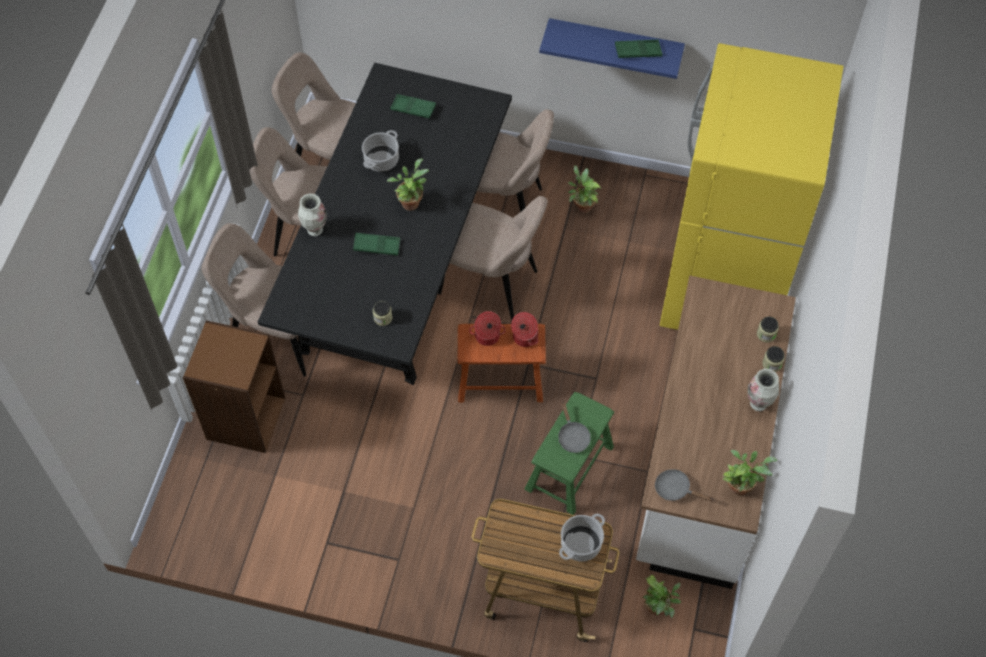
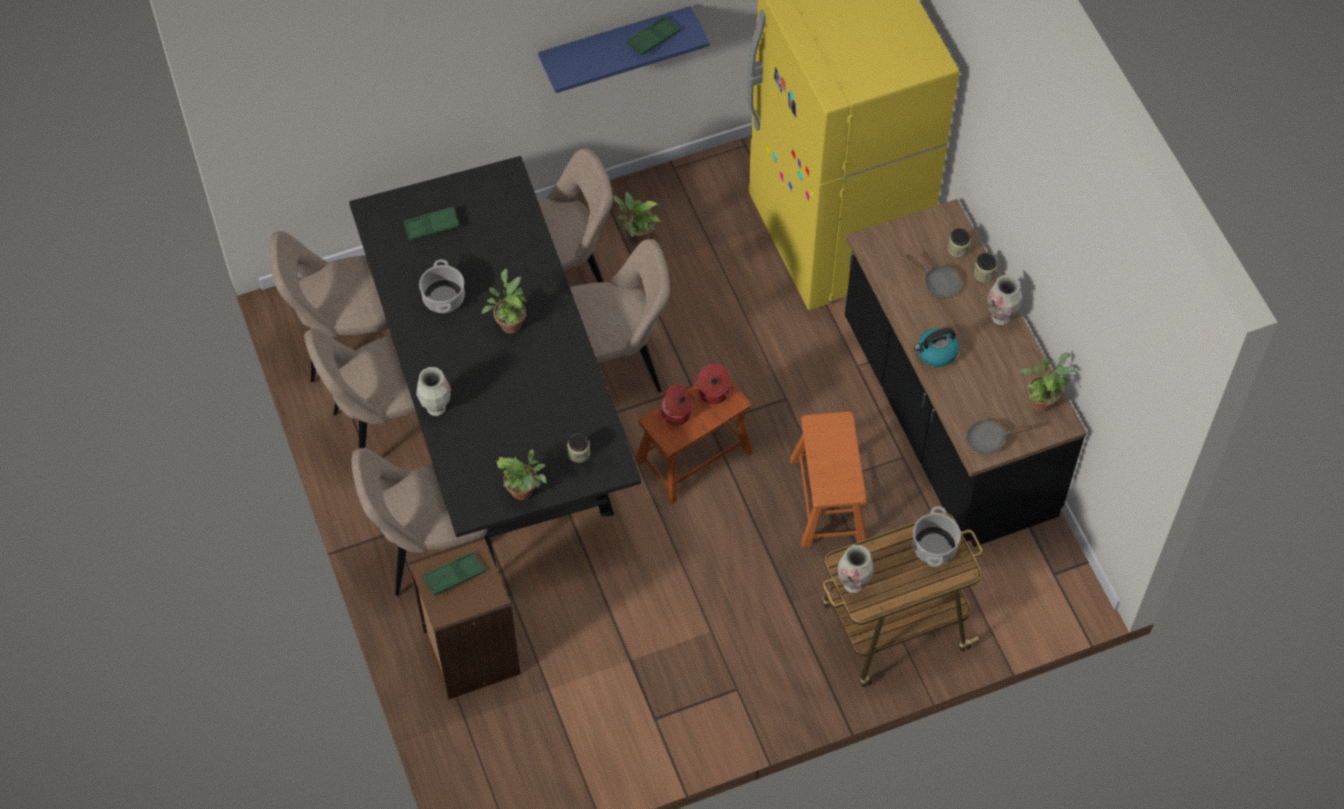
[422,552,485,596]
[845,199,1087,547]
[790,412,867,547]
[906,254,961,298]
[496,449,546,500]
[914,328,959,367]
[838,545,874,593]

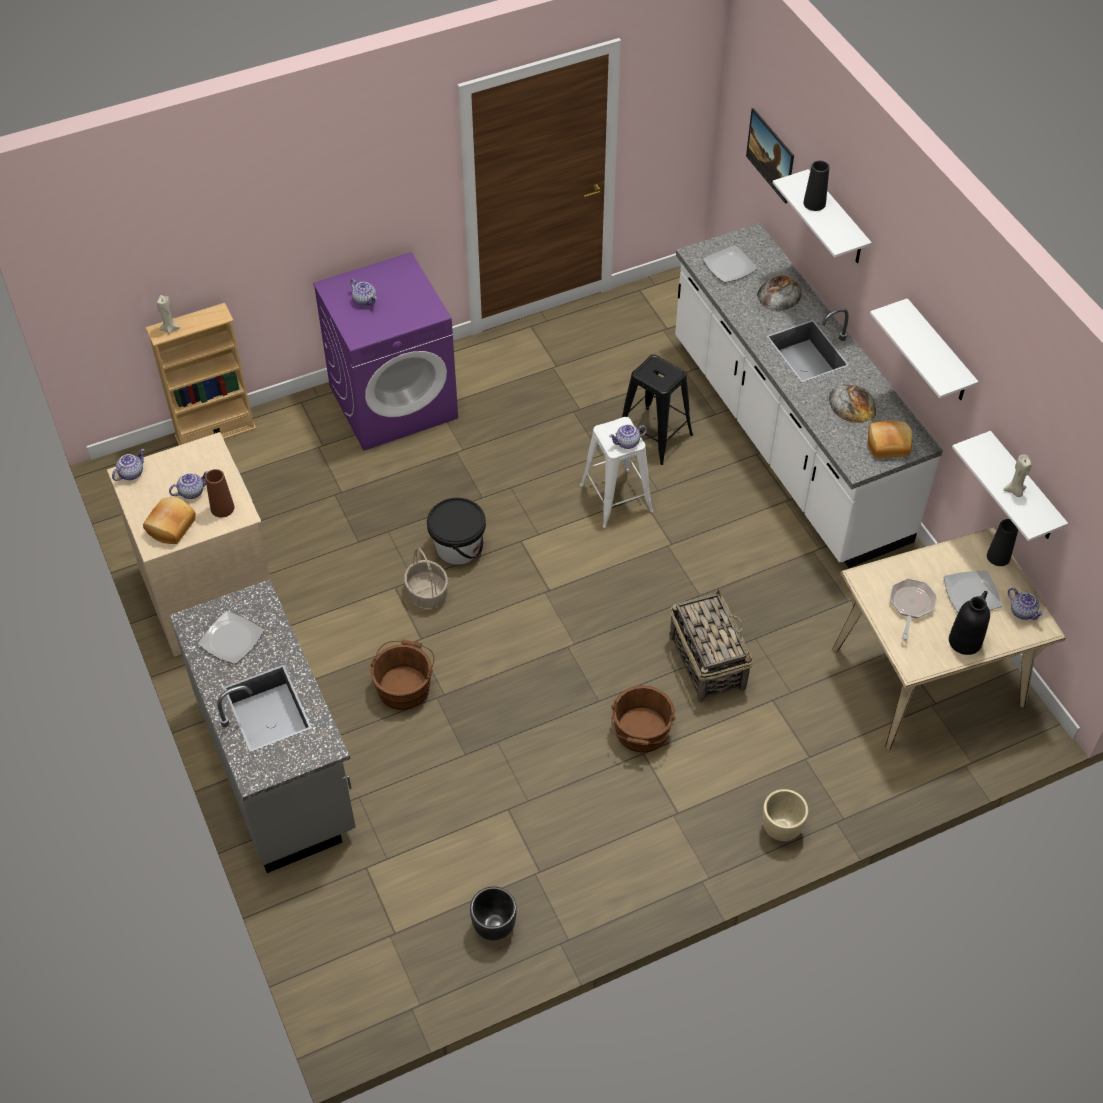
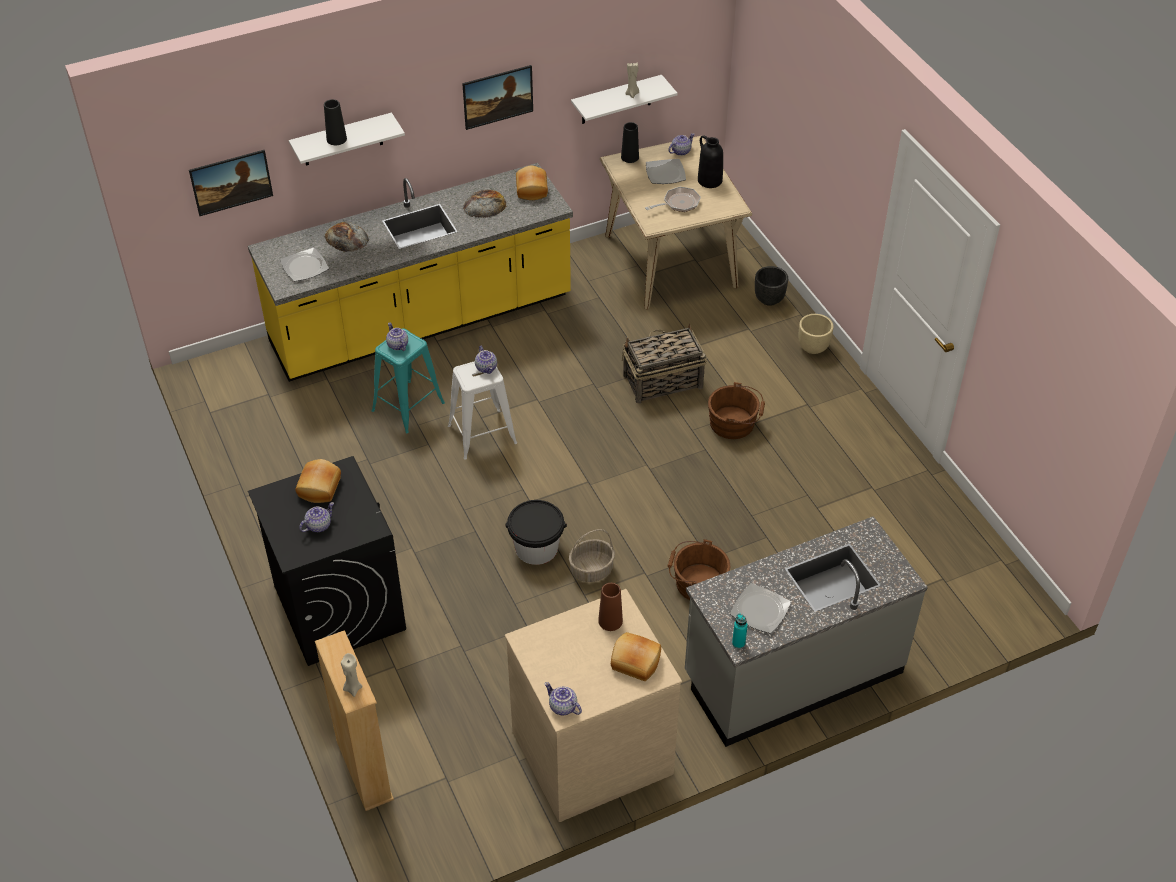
[248,163,573,382]
[248,456,406,666]
[462,65,533,130]
[372,328,445,434]
[386,323,408,351]
[645,187,701,212]
[755,266,788,306]
[295,459,341,503]
[732,613,748,649]

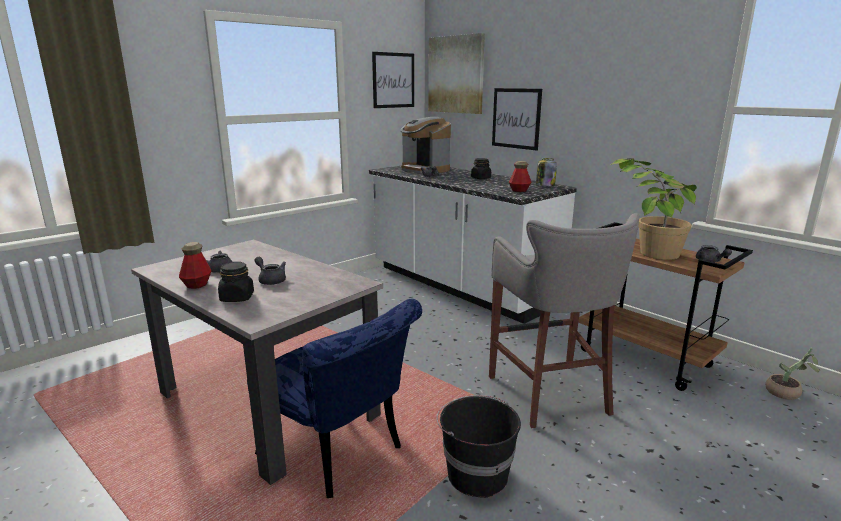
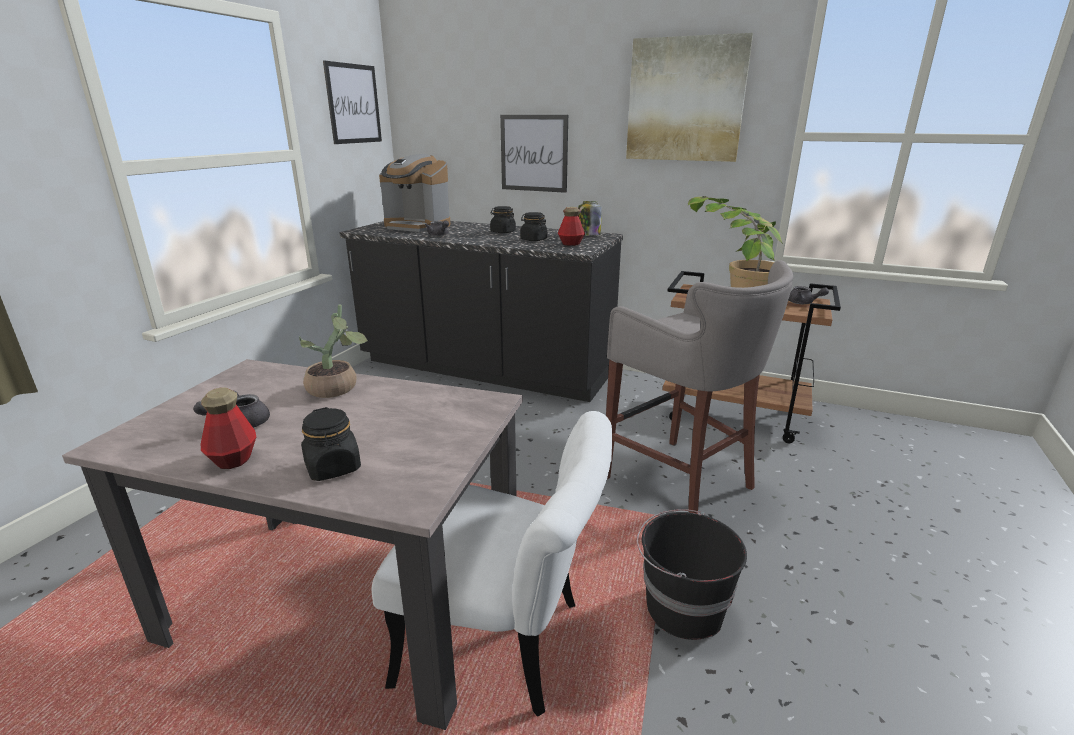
[626,33,753,162]
[340,221,623,402]
[255,257,286,285] (first image)
[371,411,612,717]
[299,304,369,398]
[520,212,547,241]

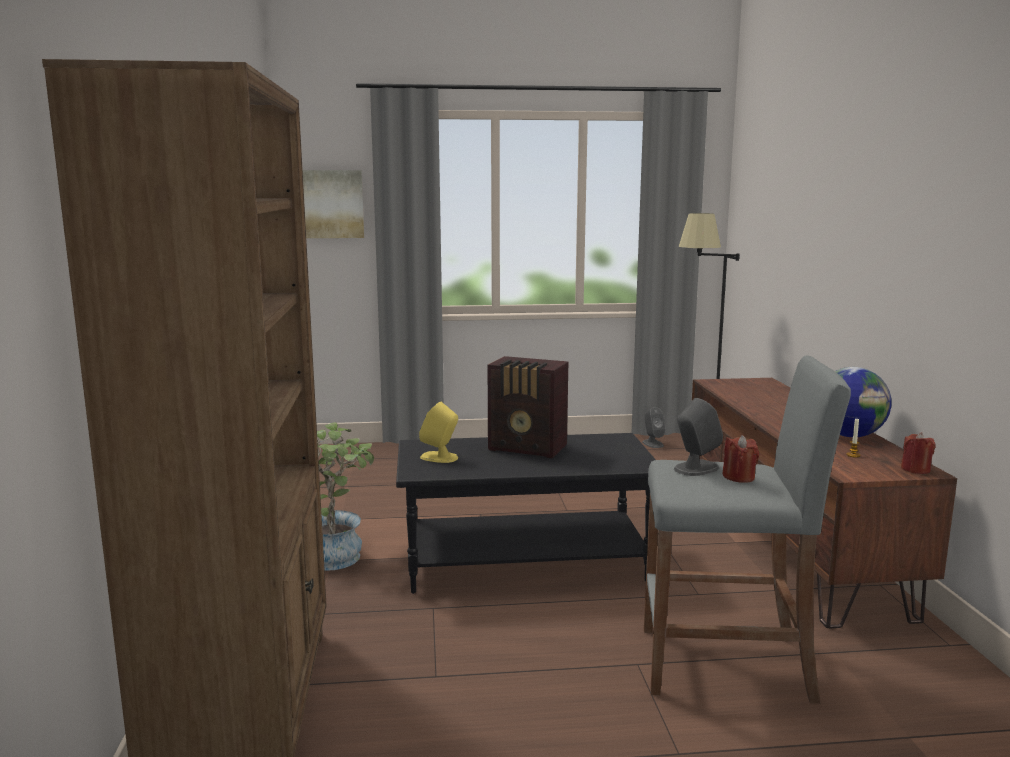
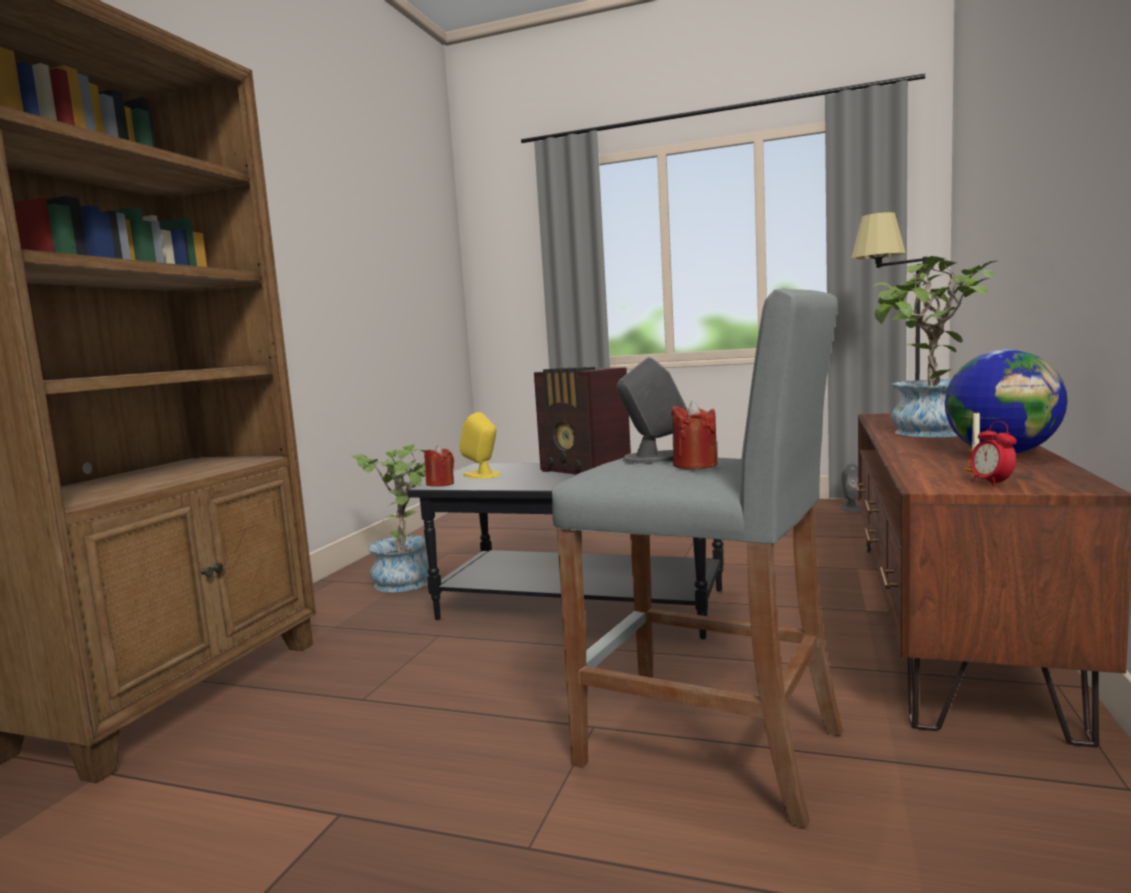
[303,170,364,238] (first image)
[424,445,454,487]
[873,256,996,437]
[970,421,1017,487]

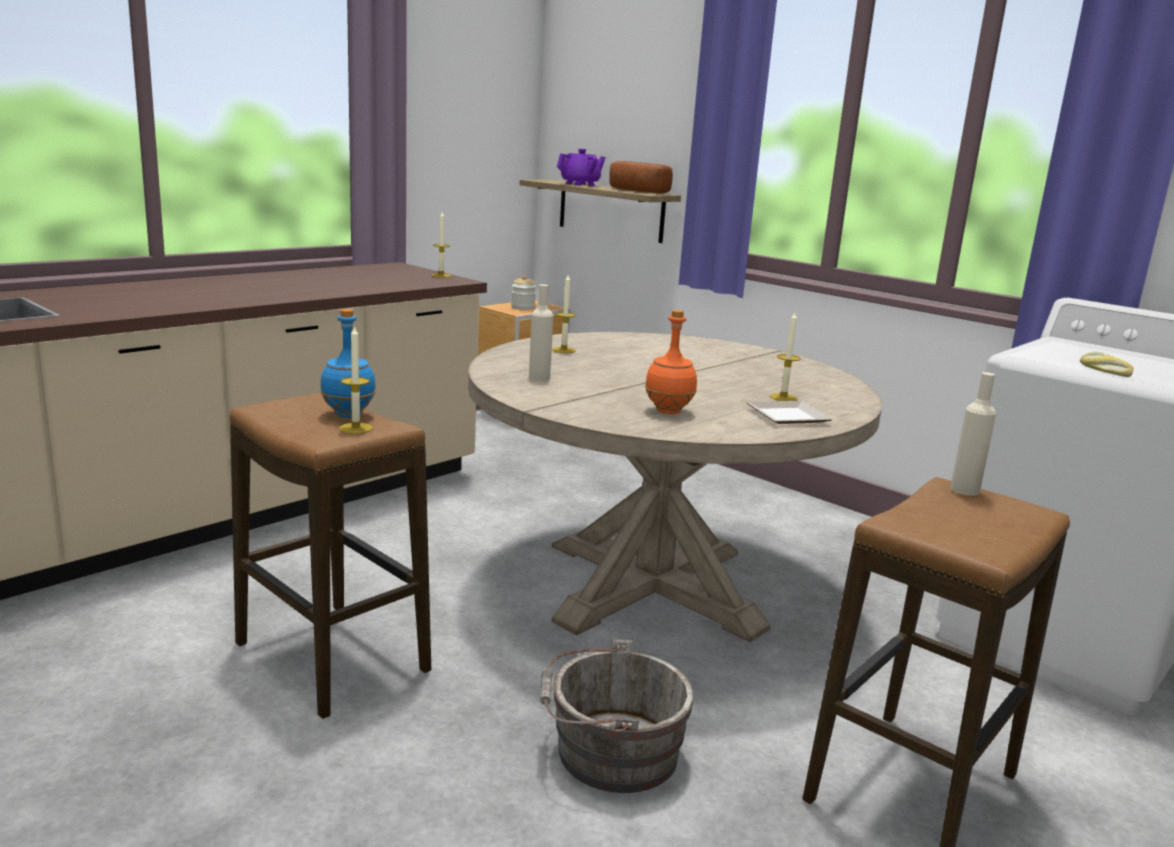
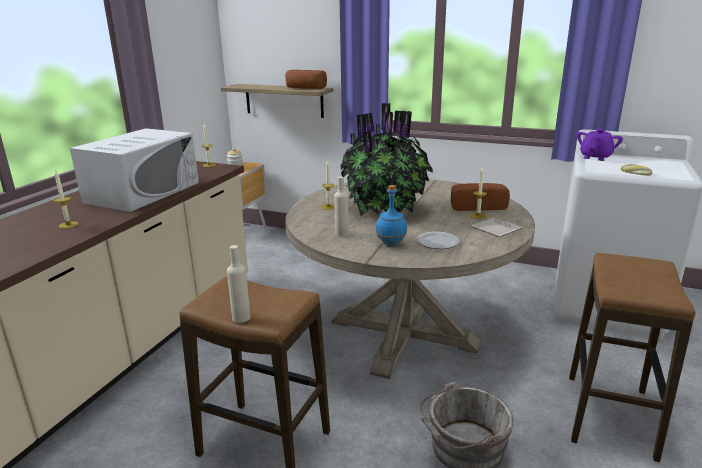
[577,129,623,161]
[376,185,407,247]
[416,232,460,249]
[54,169,78,228]
[227,245,250,323]
[340,103,434,216]
[70,128,199,212]
[451,183,510,211]

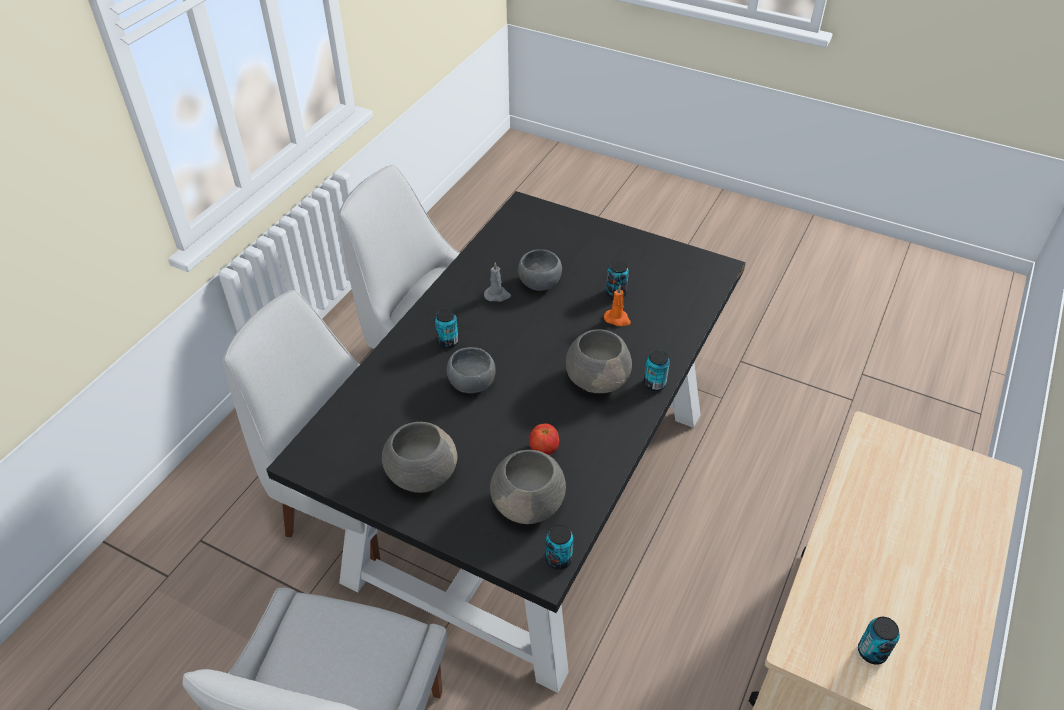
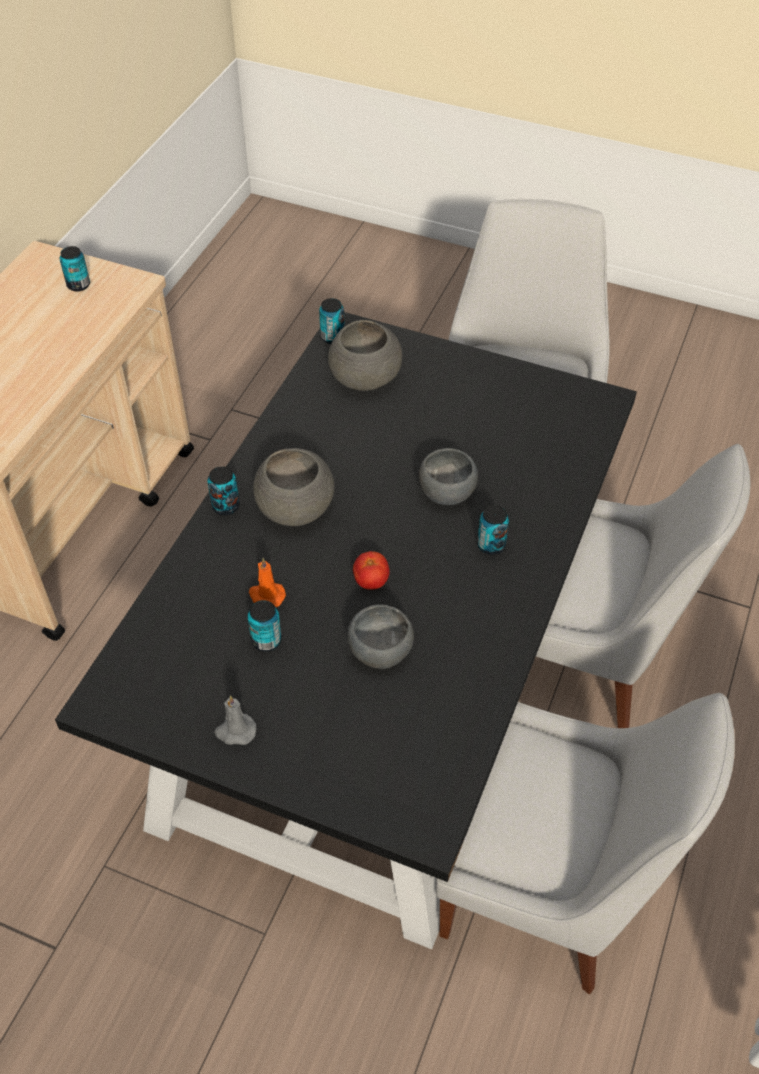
[214,695,256,745]
[382,422,458,493] (first image)
[353,551,390,590]

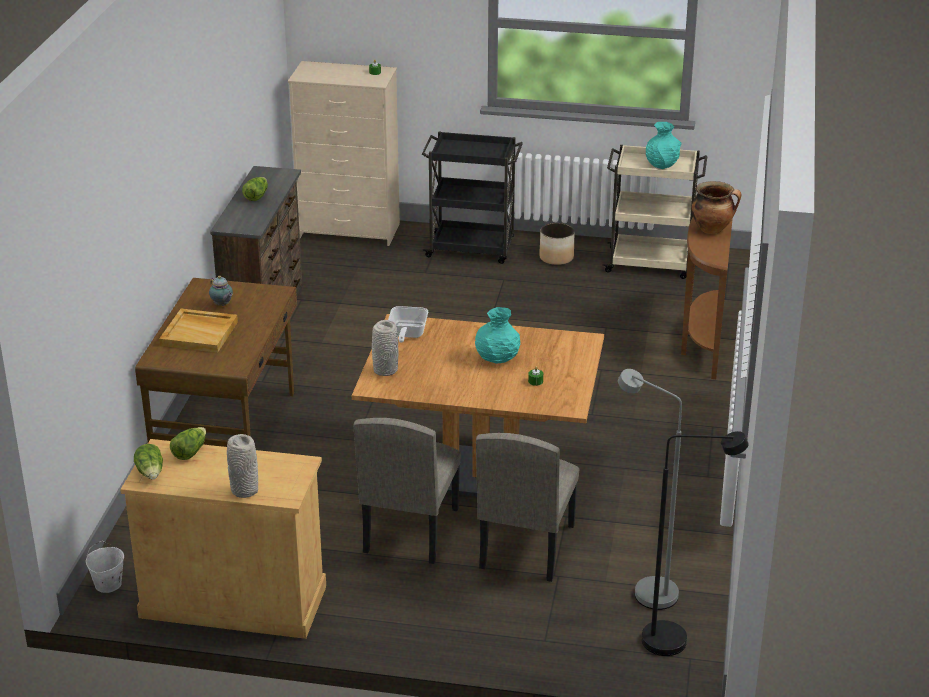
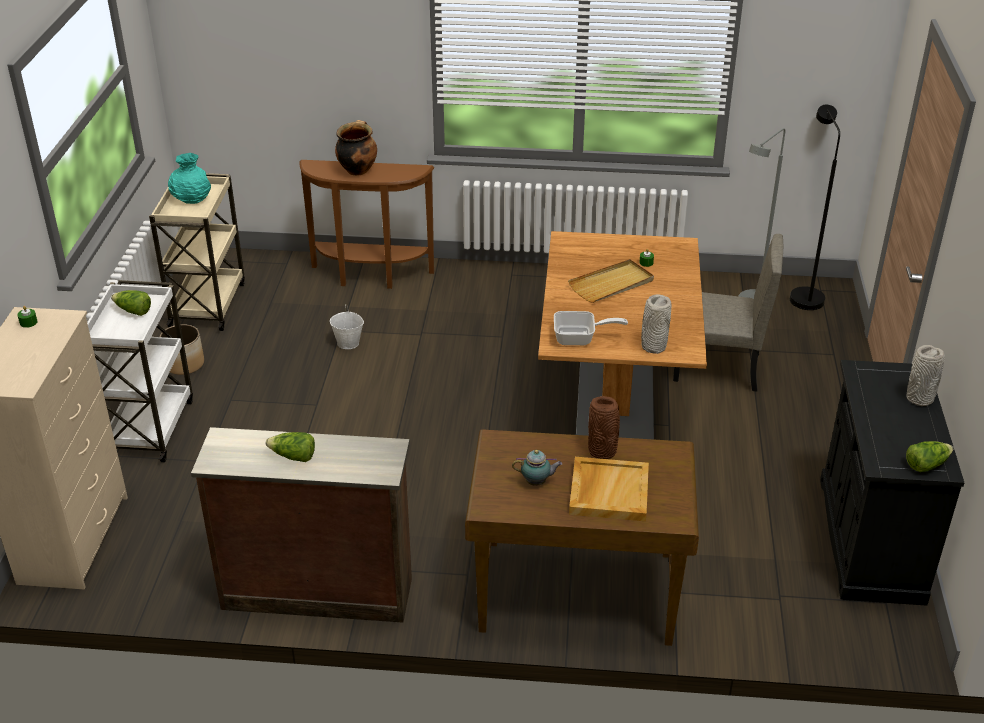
[87,280,193,462]
[512,450,562,486]
[568,259,654,303]
[354,418,461,564] (first image)
[111,290,151,316]
[820,360,964,606]
[330,304,364,349]
[588,396,620,459]

